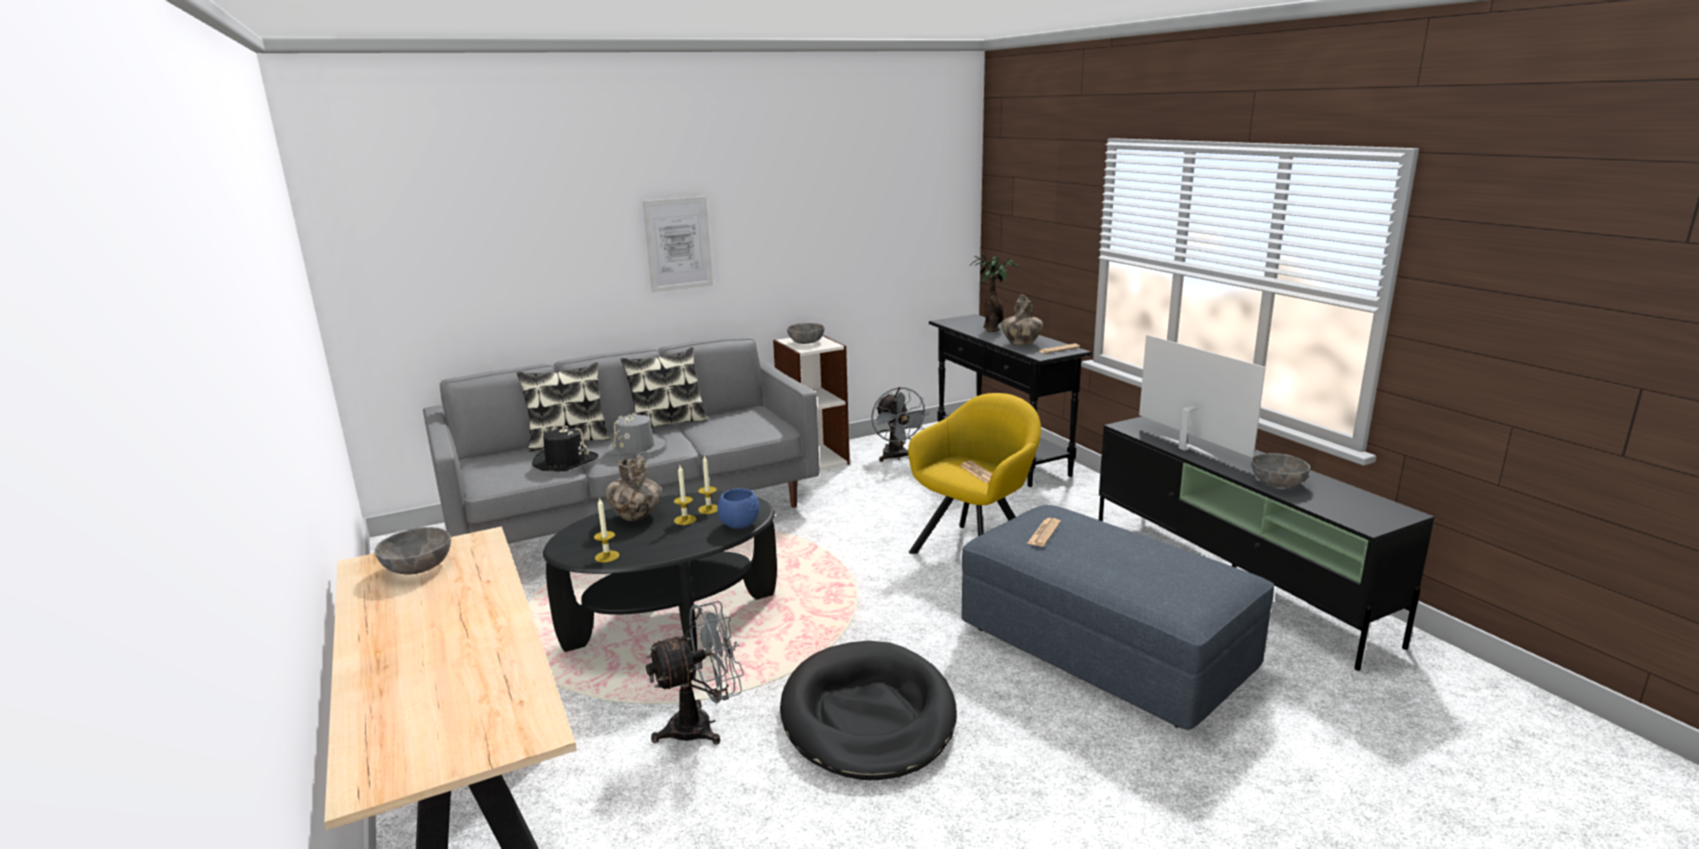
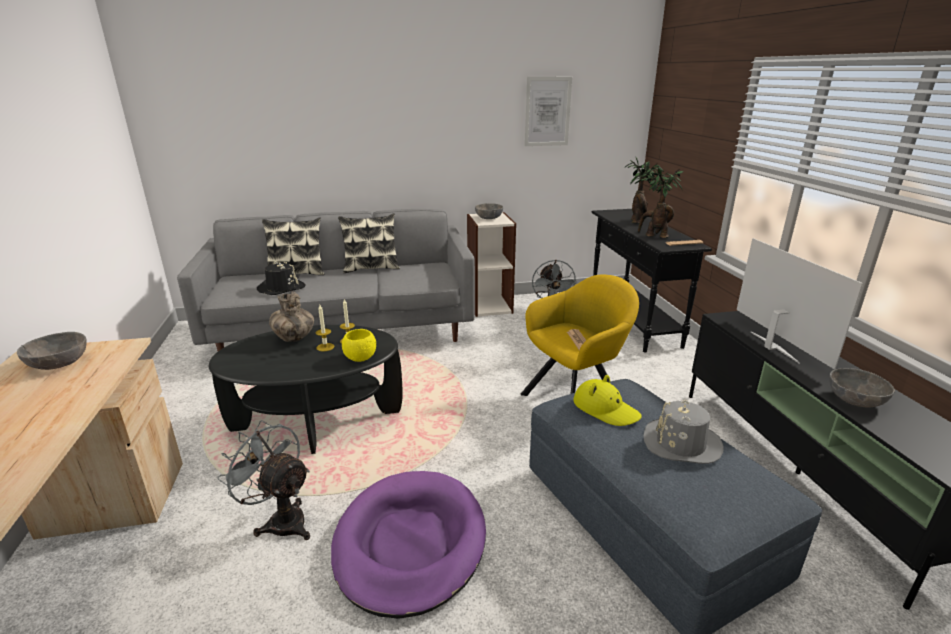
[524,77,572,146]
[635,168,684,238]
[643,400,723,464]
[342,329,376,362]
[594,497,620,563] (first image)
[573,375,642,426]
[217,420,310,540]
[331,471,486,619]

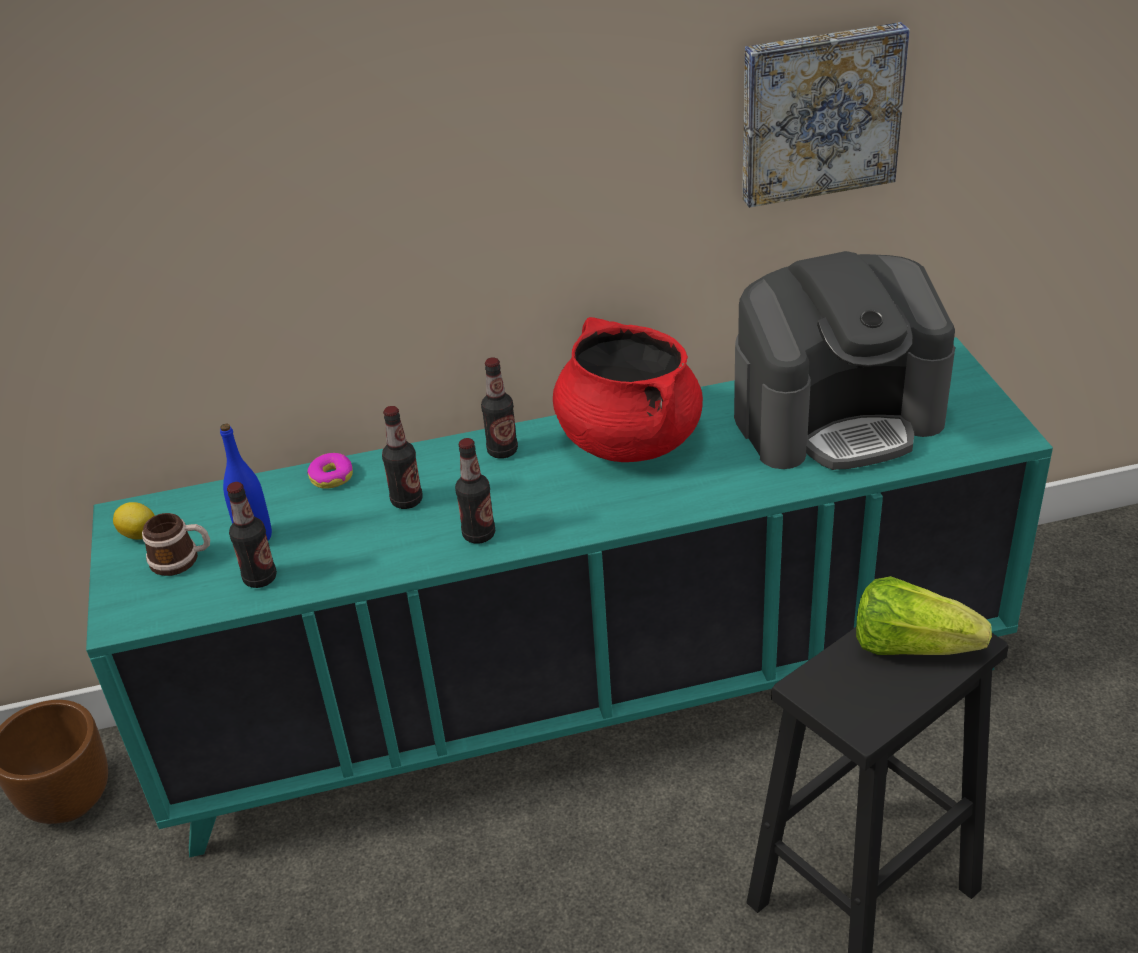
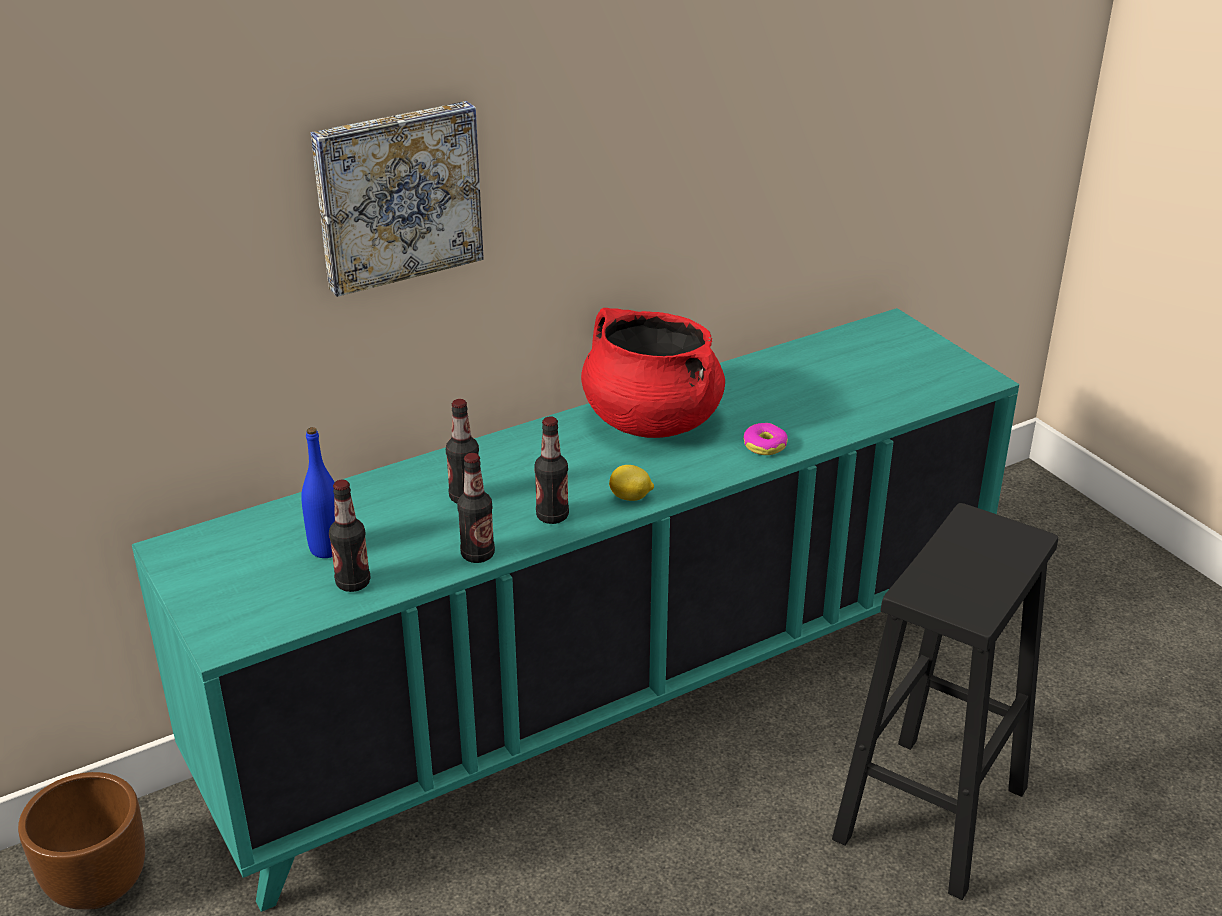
[311,101,484,297]
[734,251,955,470] (first image)
[457,453,495,563]
[744,423,788,455]
[609,465,654,501]
[142,513,210,576] (first image)
[856,576,992,655] (first image)

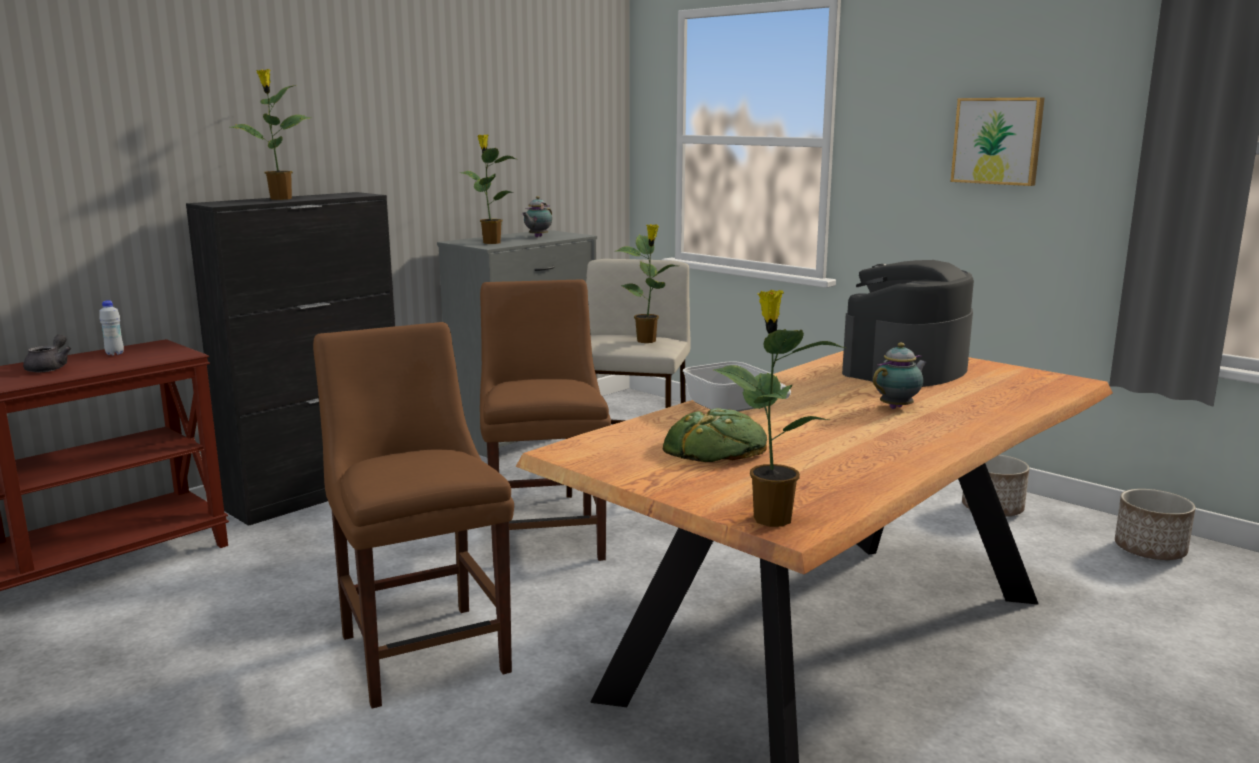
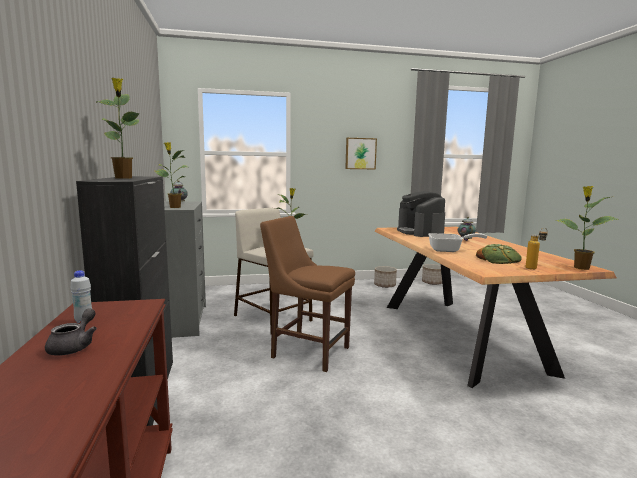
[313,322,514,709] (first image)
[45,308,97,356]
[525,228,548,270]

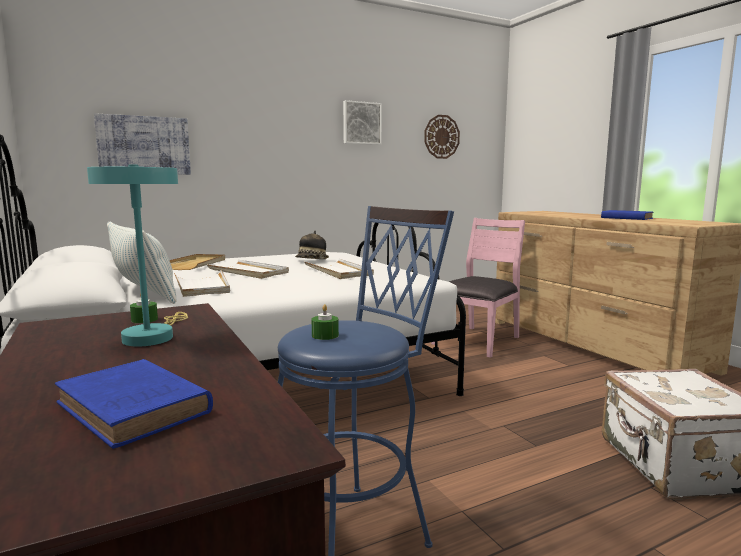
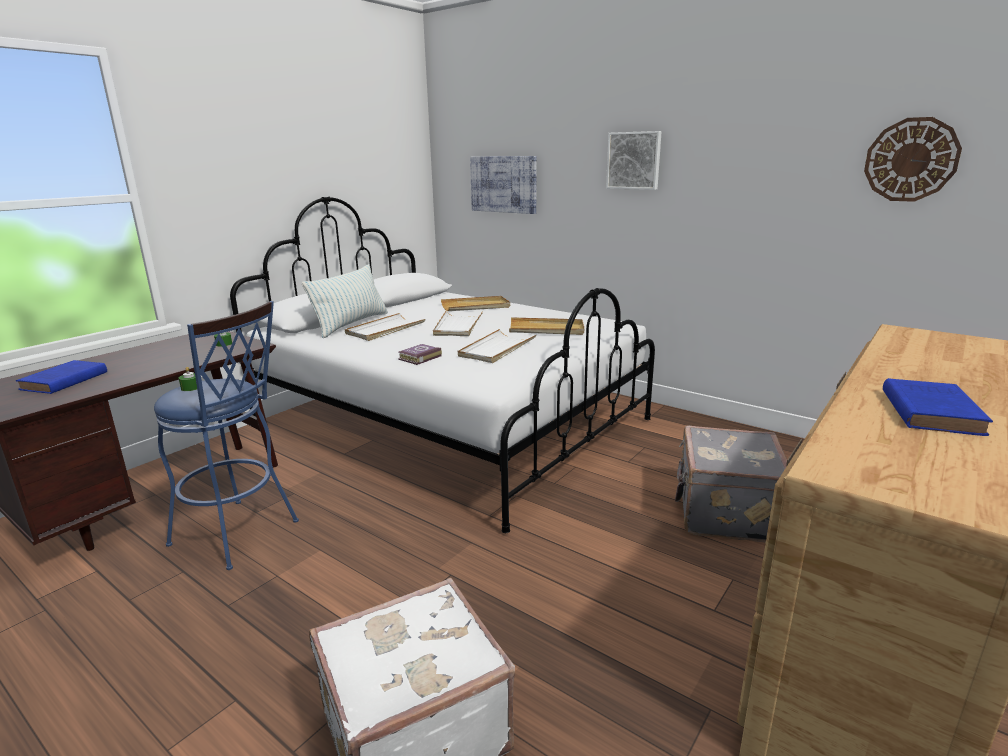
[606,131,662,190]
[87,165,188,347] (first image)
[675,425,787,543]
[509,317,584,335]
[398,344,442,365]

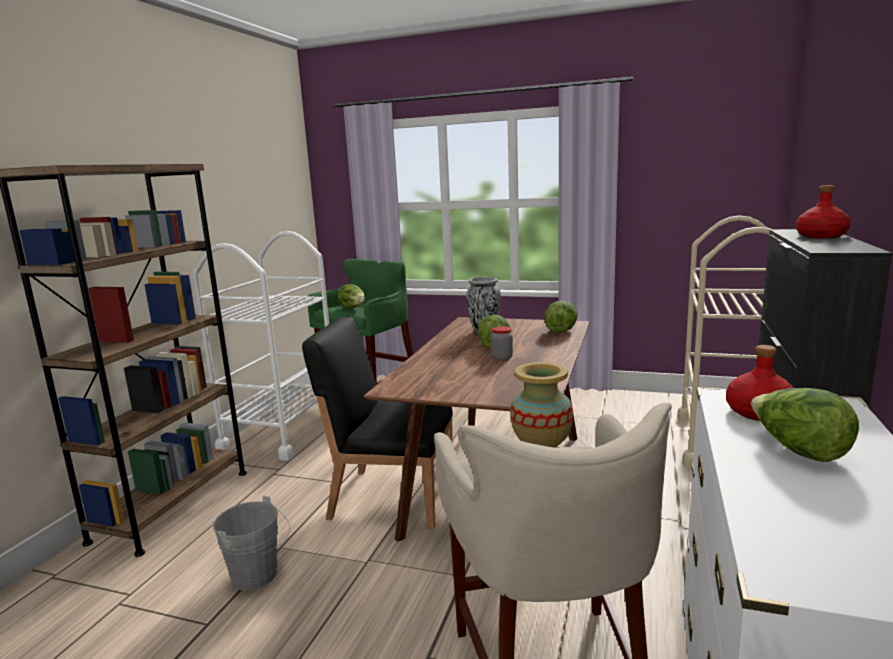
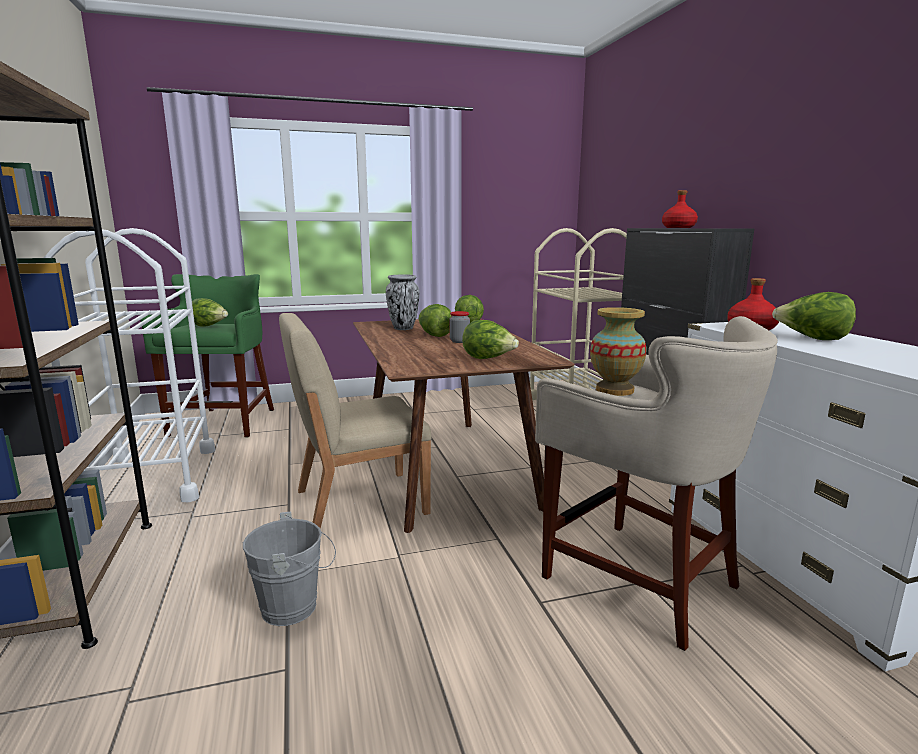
[279,313,432,528]
[462,320,519,359]

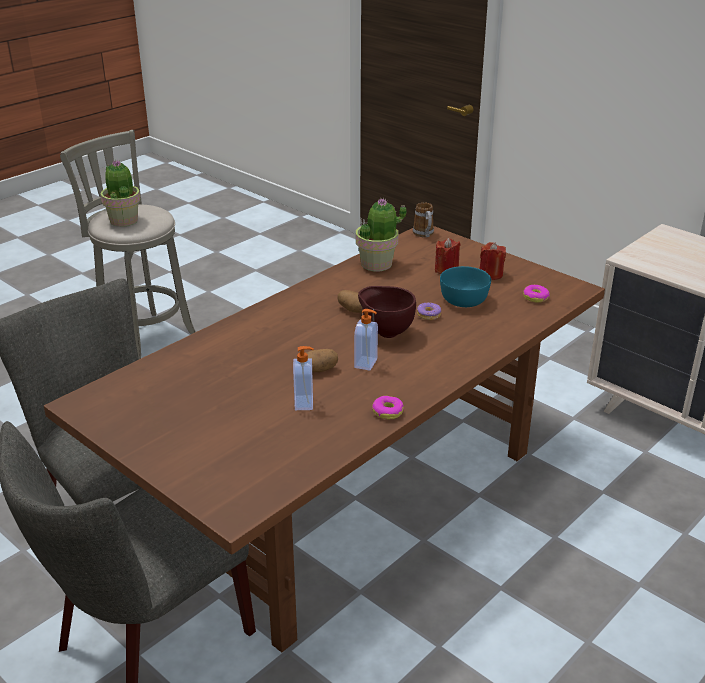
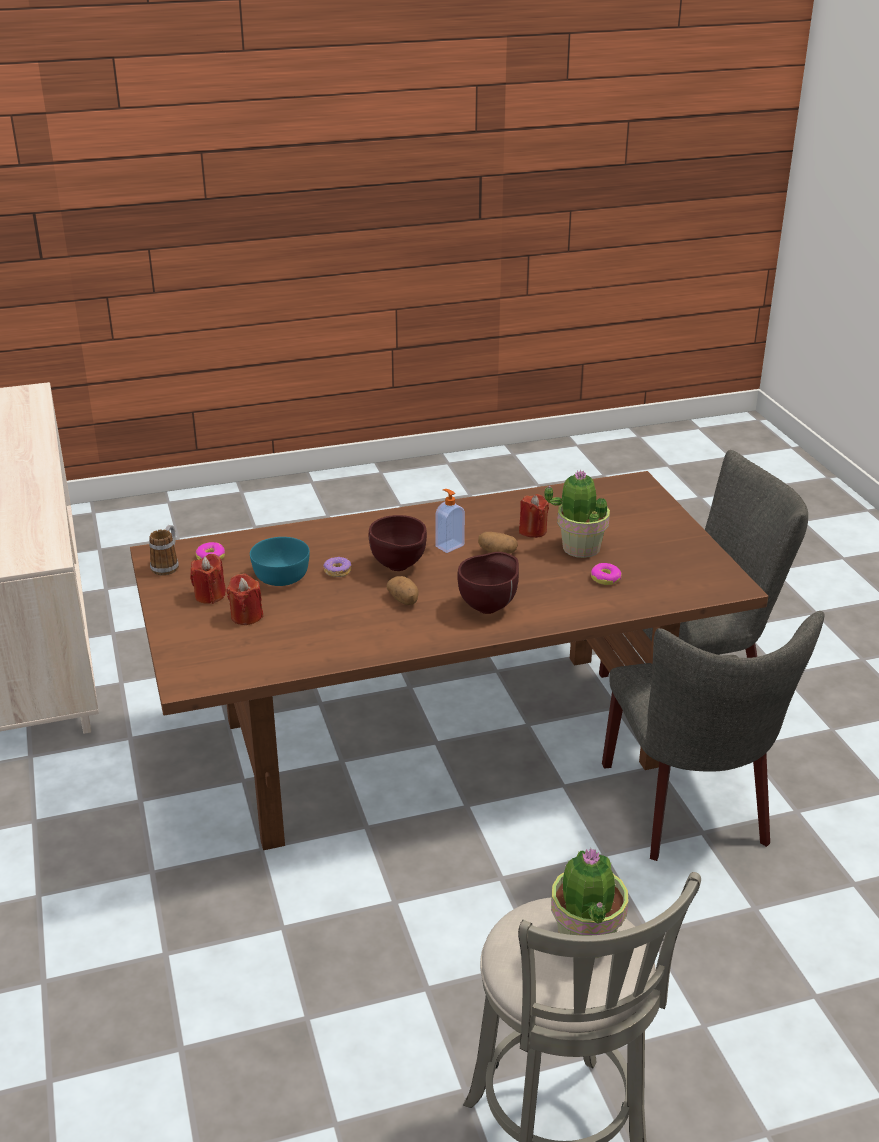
[545,469,610,558]
[149,525,179,575]
[519,494,549,538]
[591,563,621,585]
[457,552,519,614]

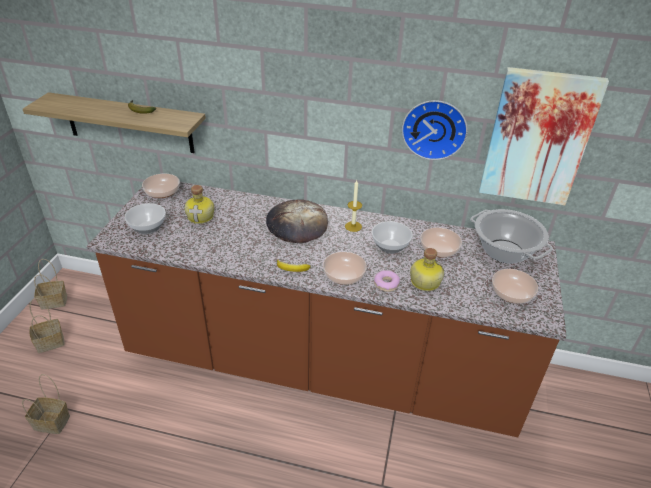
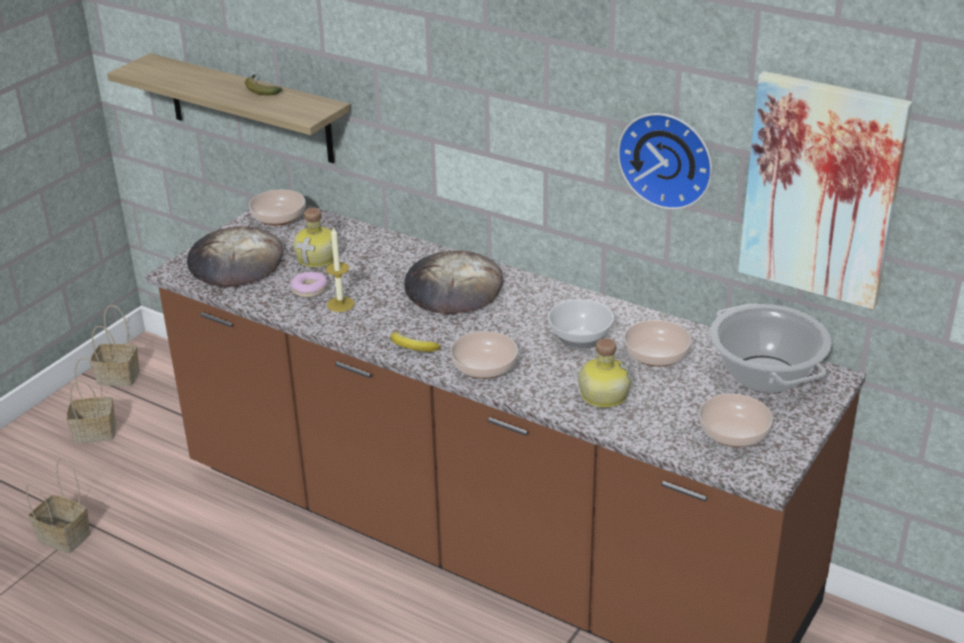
[325,226,355,312]
[187,226,283,287]
[291,272,328,298]

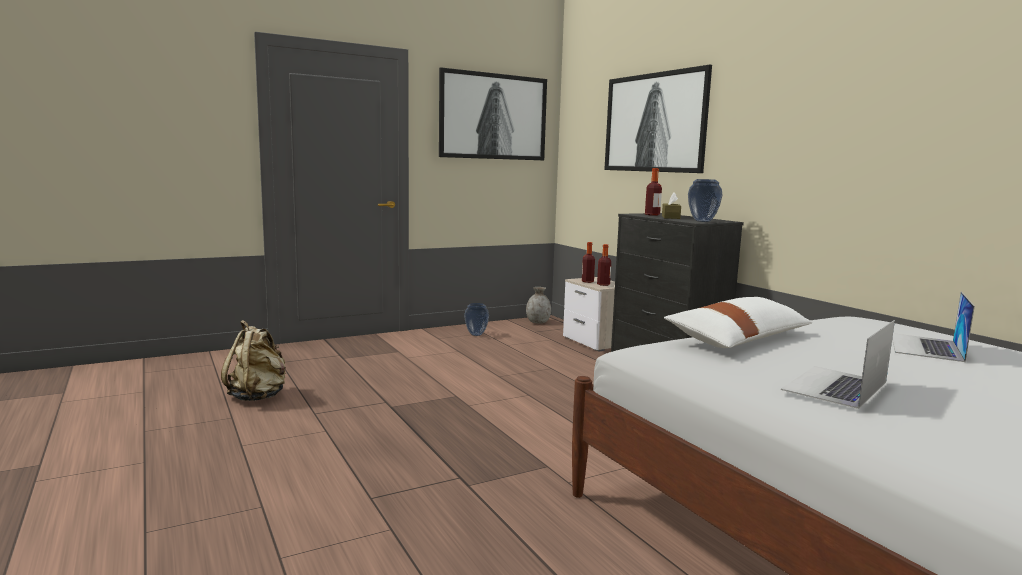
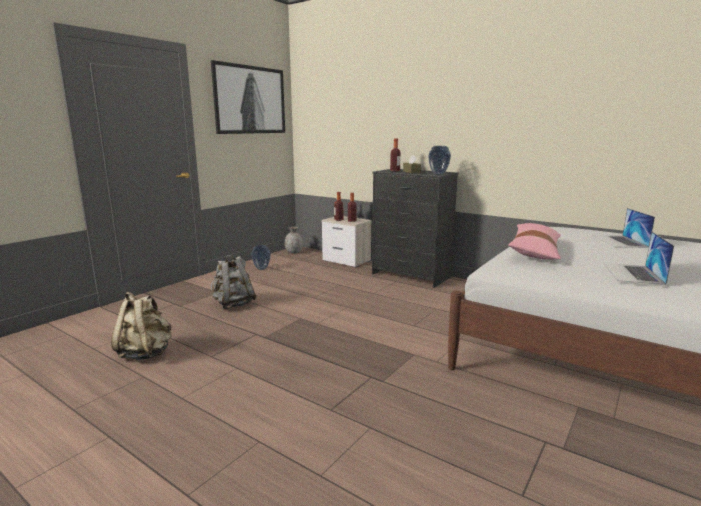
[604,65,712,173] (first image)
[508,223,561,260]
[211,255,257,309]

